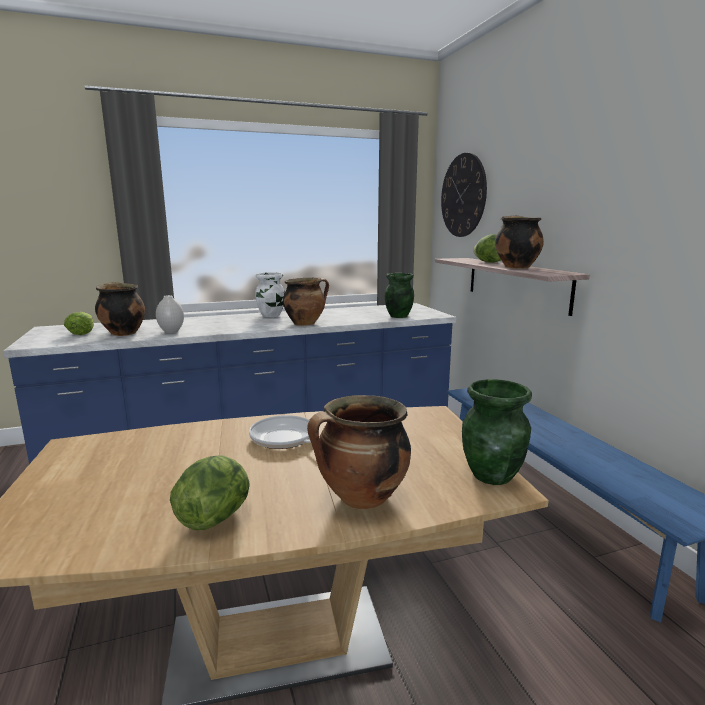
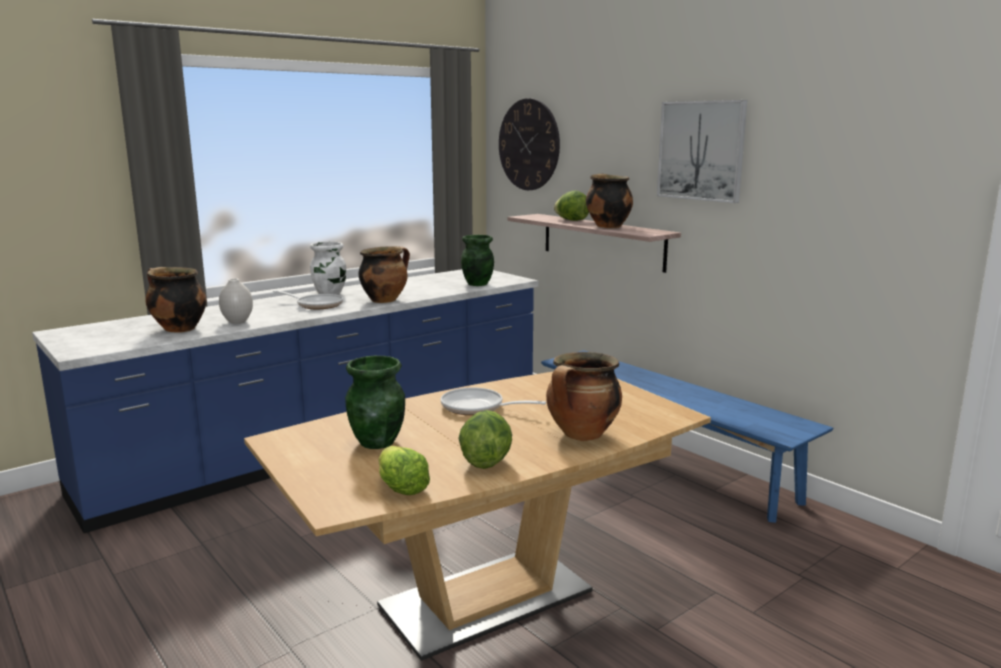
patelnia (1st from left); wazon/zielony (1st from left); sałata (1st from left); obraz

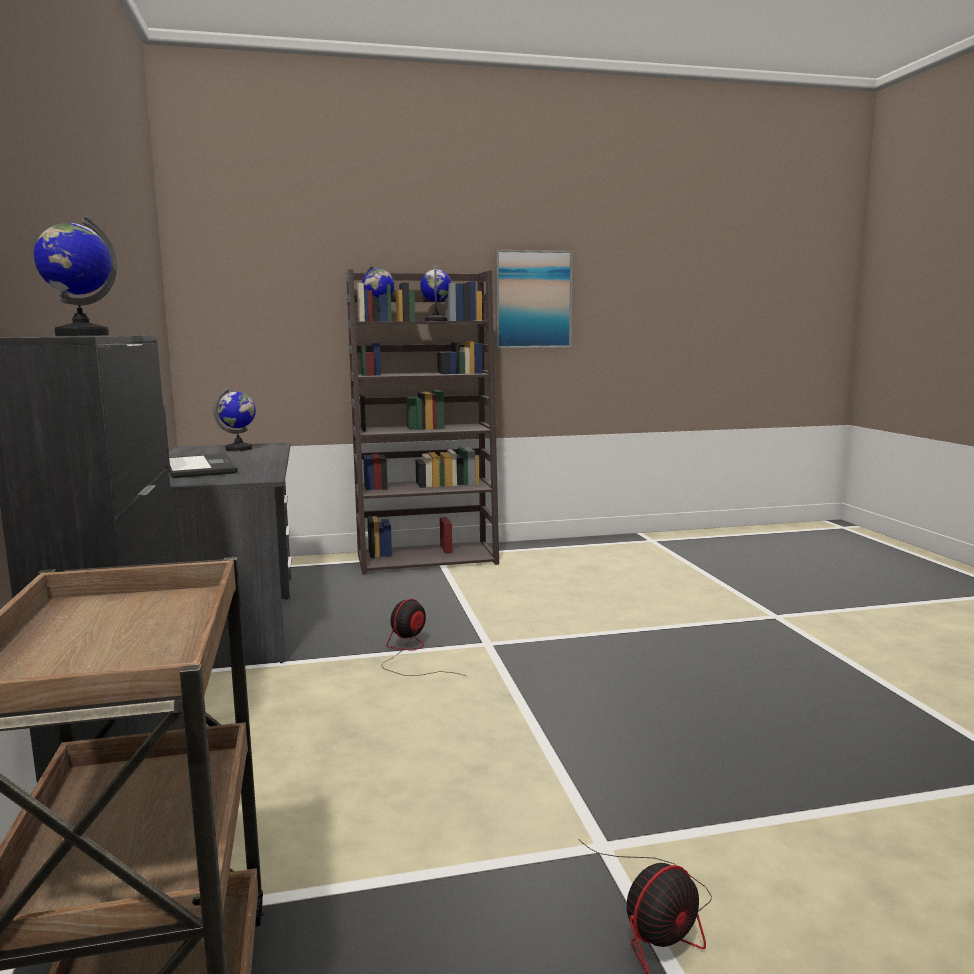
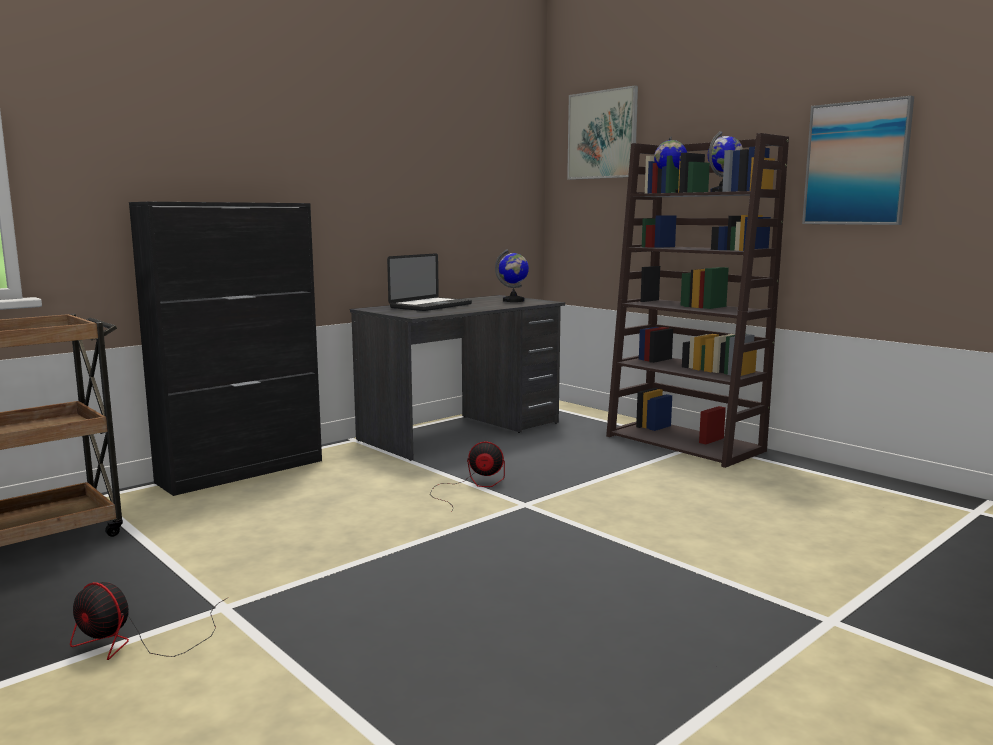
obraz (1st from left); globus (1st from left in the first image)

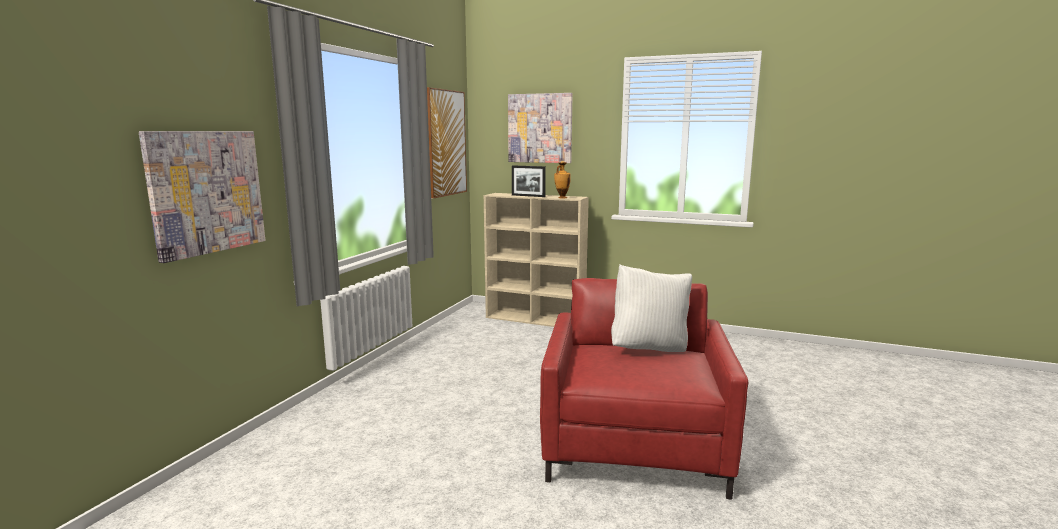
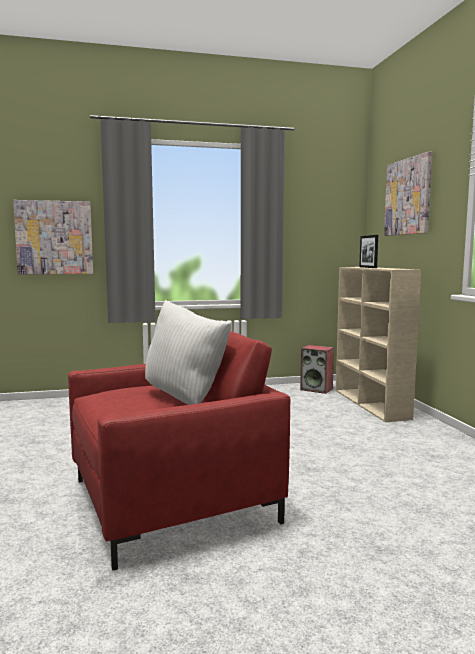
głośnik; obraz (2nd from left in the first image); wazon

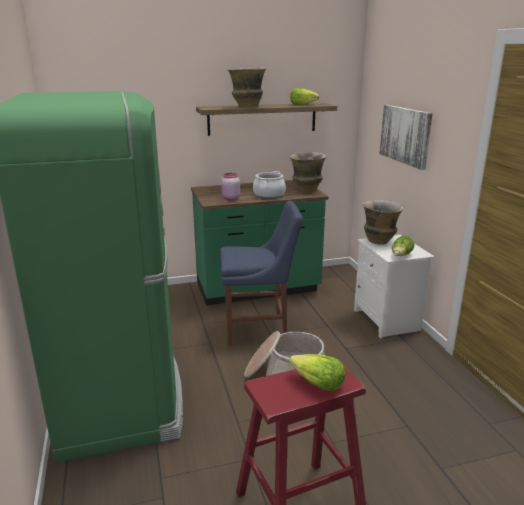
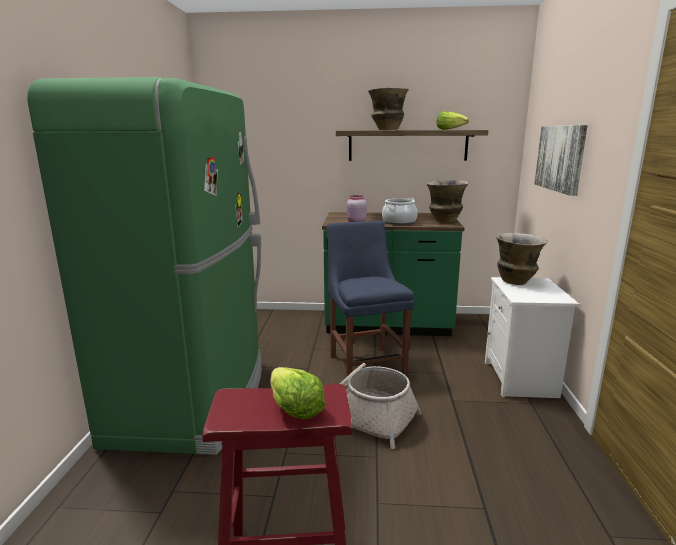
krzesło/niebieski; sałata (3rd from left in the first image)

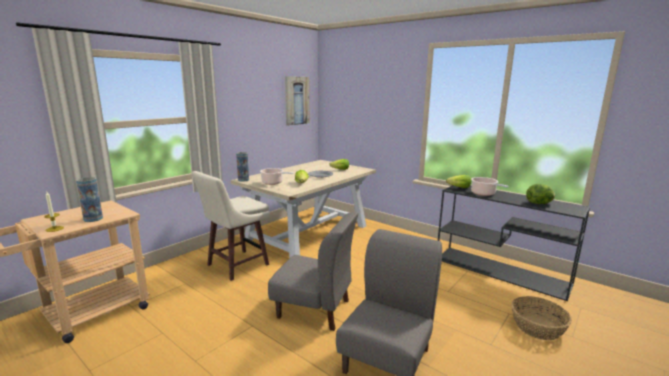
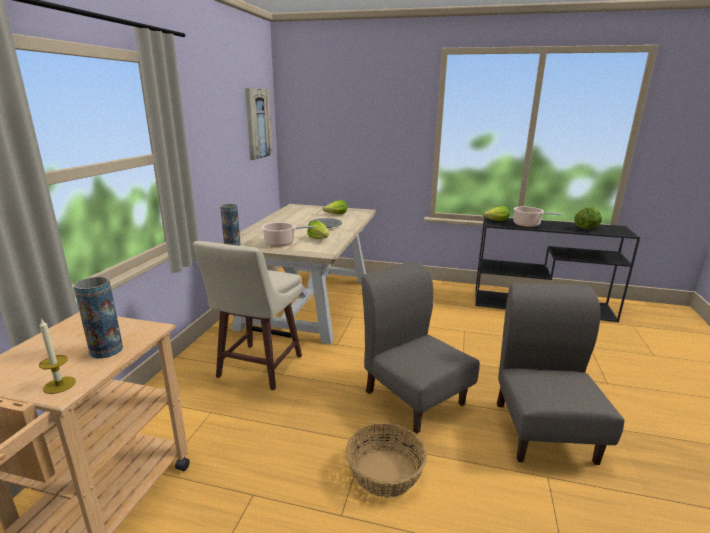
koszyk; krzesło/szary (1st from left)

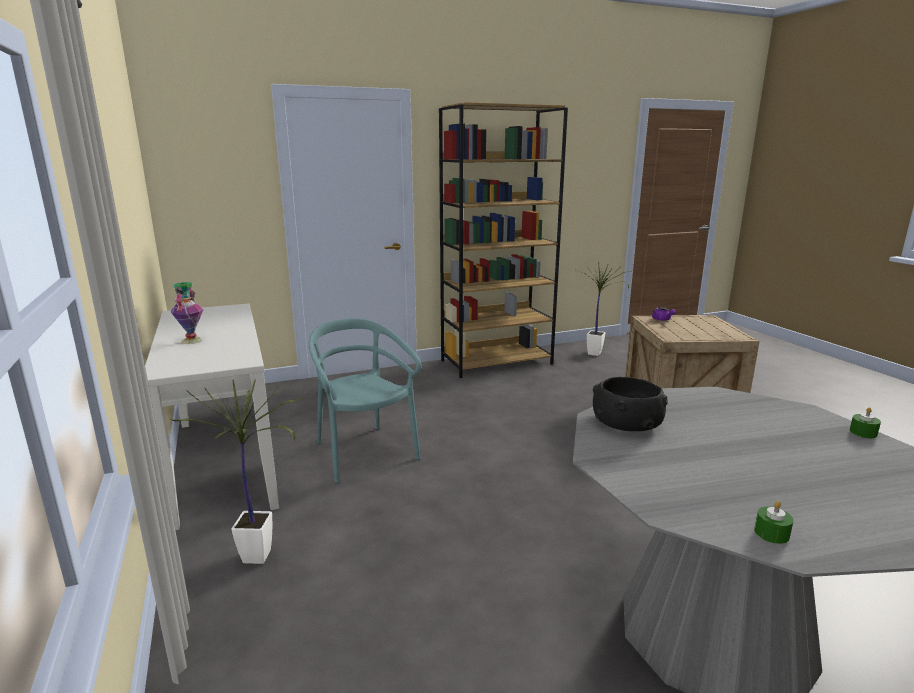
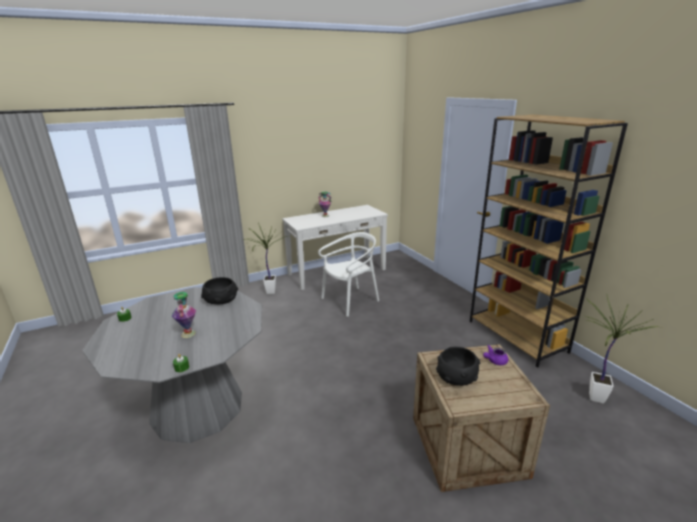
wazon (1st from left); krzesło/biały; miska/czarny (2nd from left)

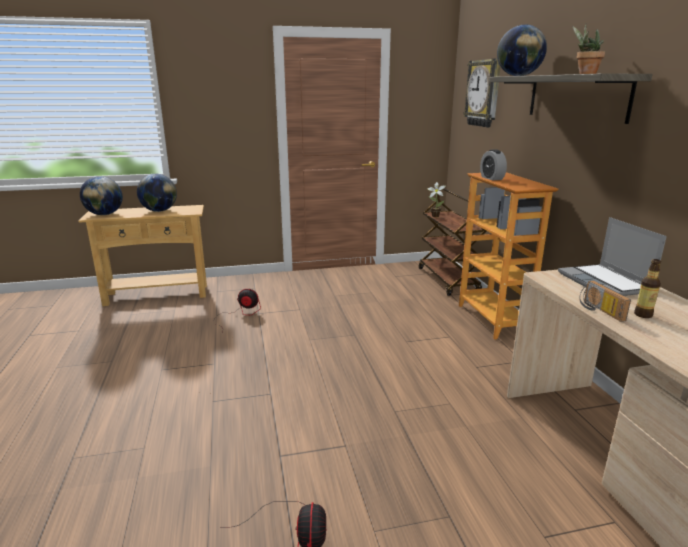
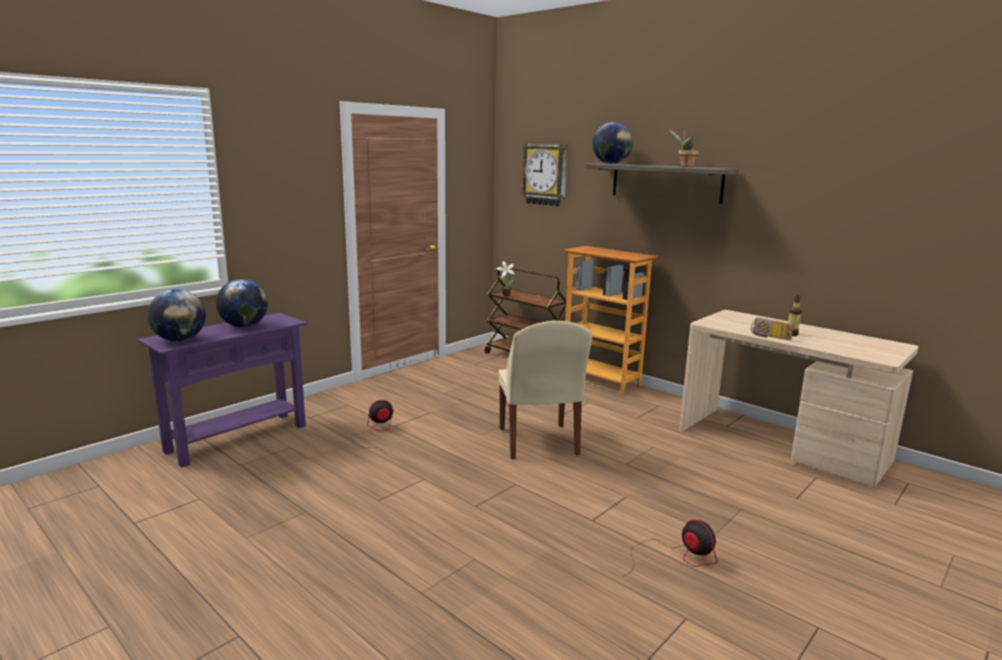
stolik konsolowy/fioletowy; krzesło/beżowy; budzik; laptop

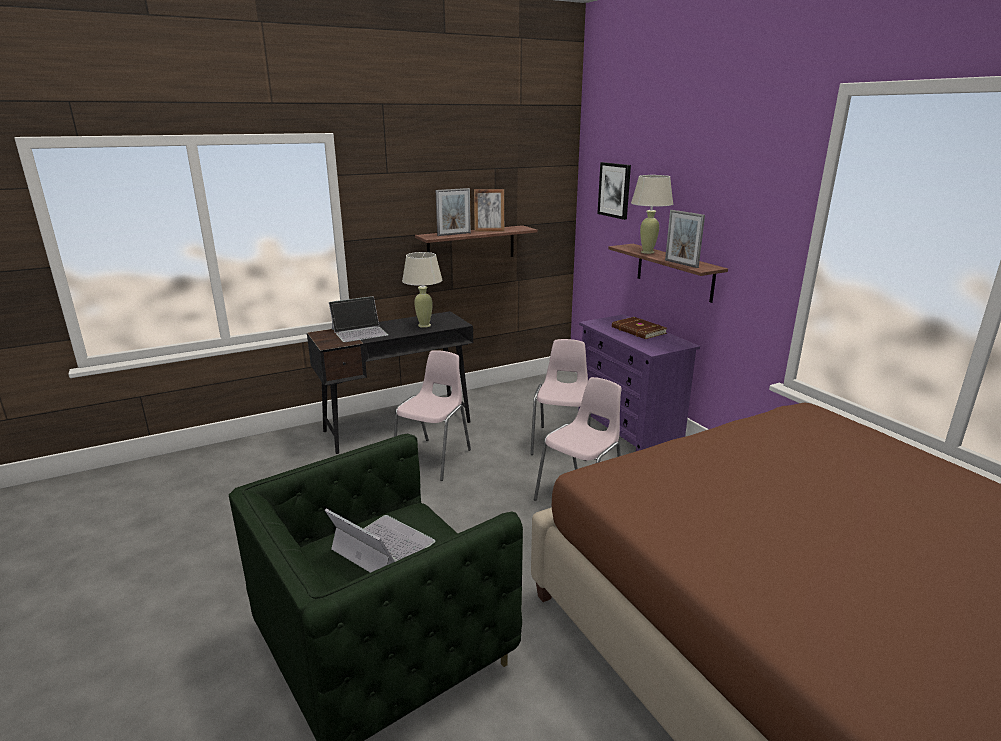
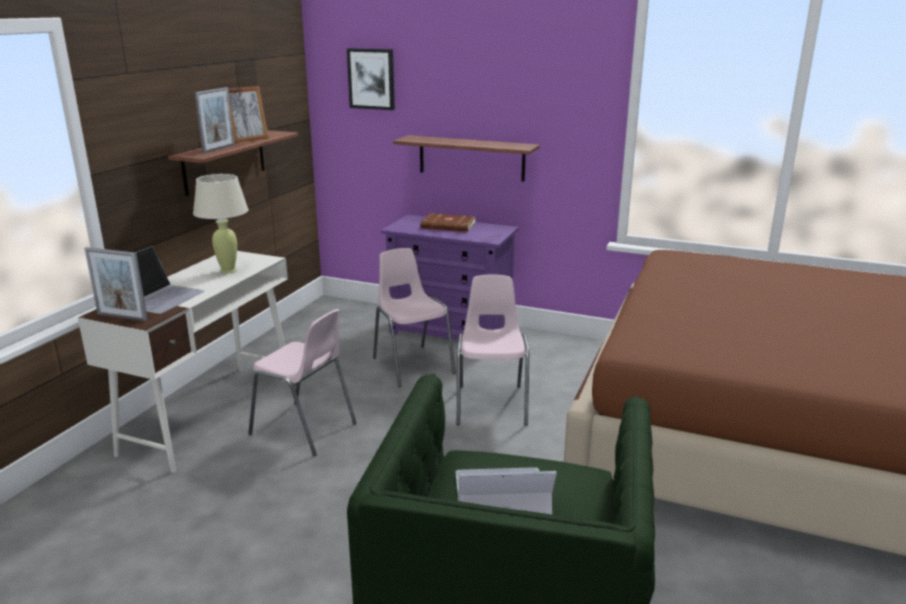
biurko/biały; ramka na zdjęcie (1st from left); krzesło/różowy (1st from left); lampa stołowa/beżowy (2nd from left in the first image)

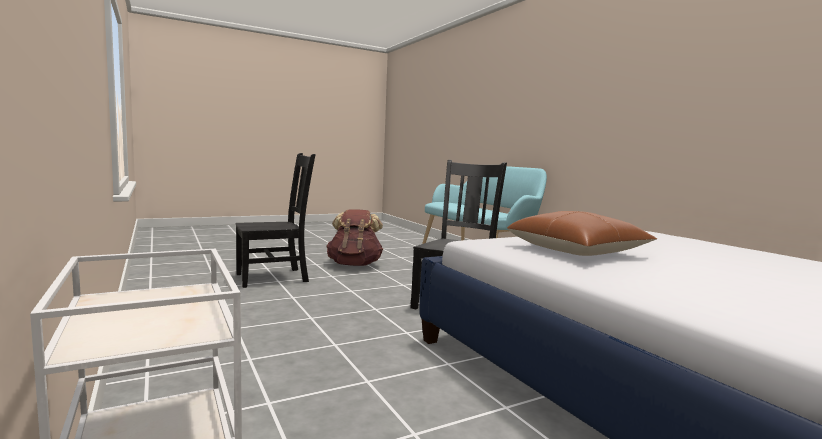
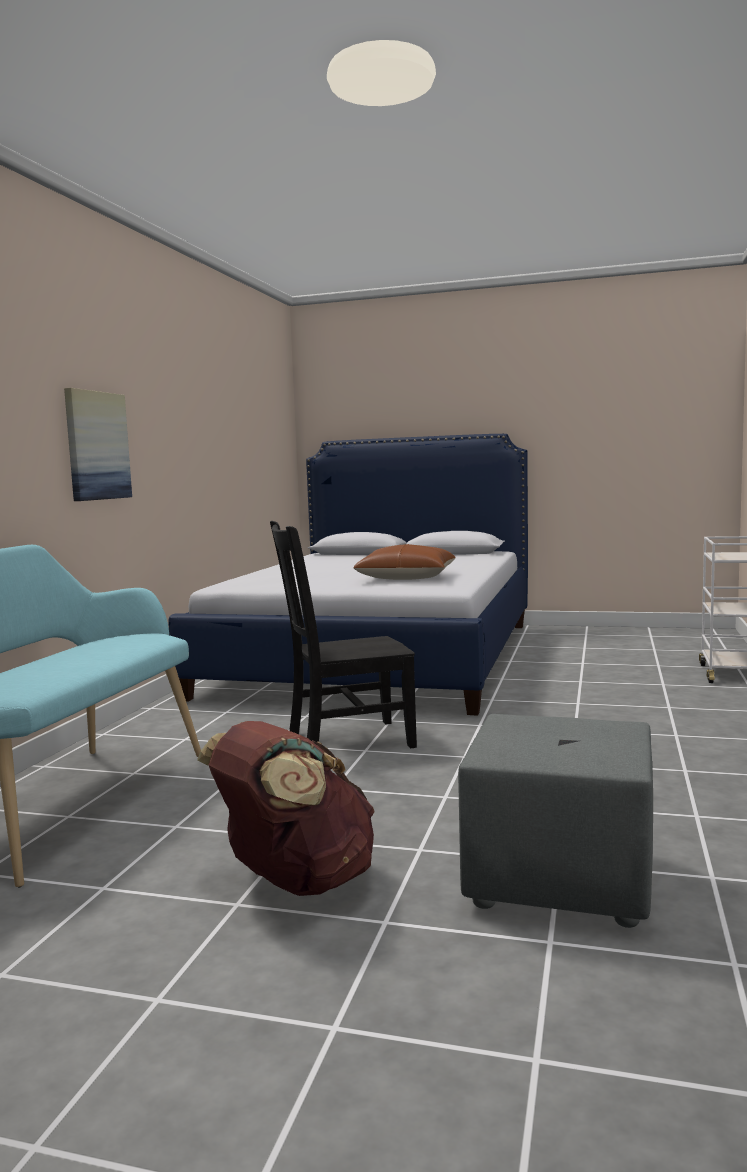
obraz; pufa/szary

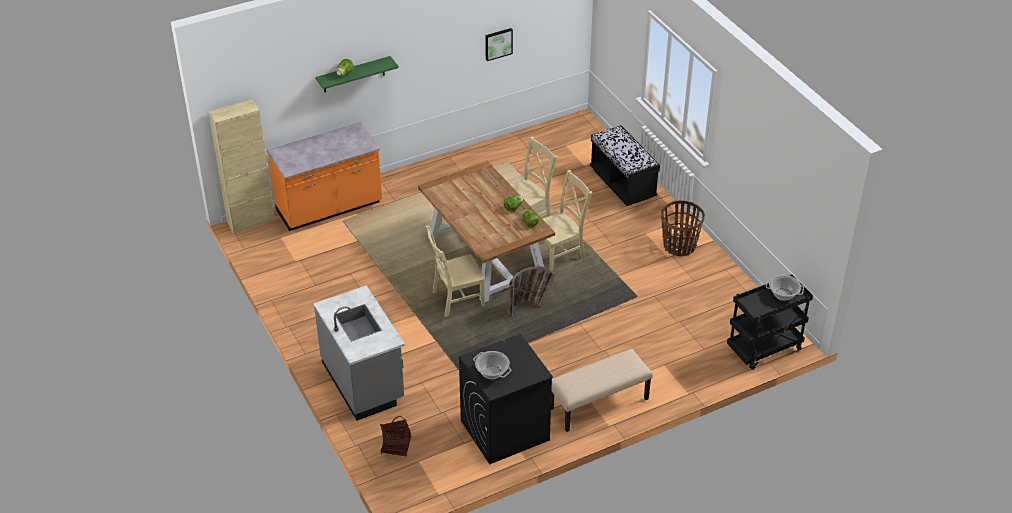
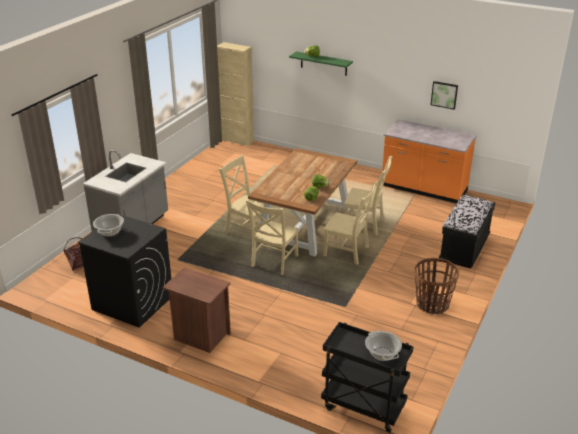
szafka nocna/brązowy; krzesło/beżowy (2nd from left); zabudowa kuchenna/pomarańczowy

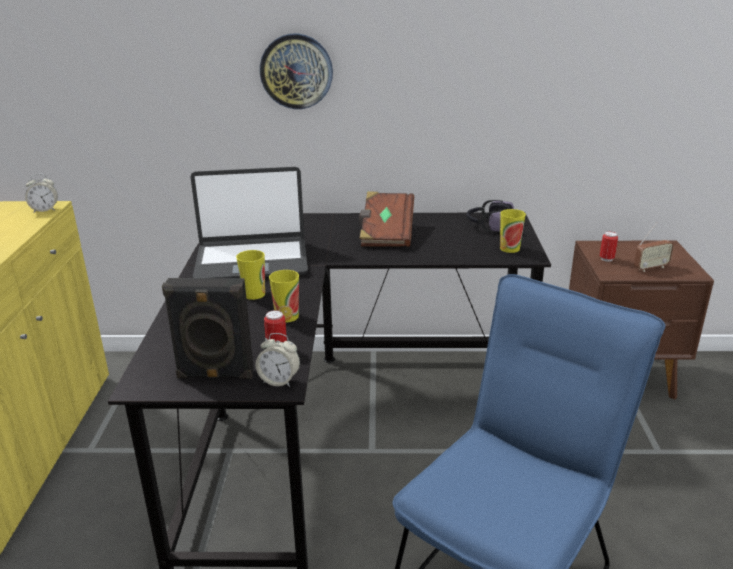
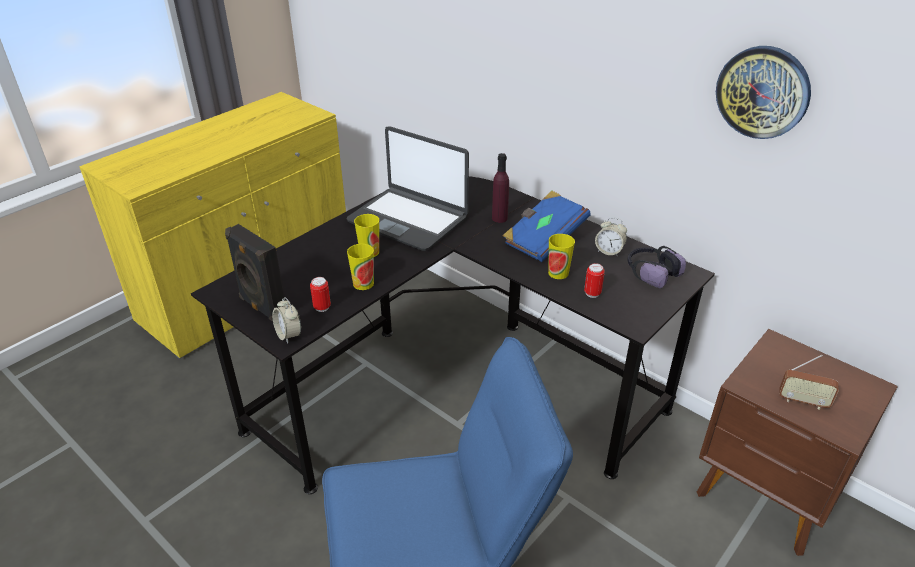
butelka/fioletowy; książka/niebieski; filiżanka (3rd from left); puszka (2nd from left); budzik (2nd from left); zegar ścienny

